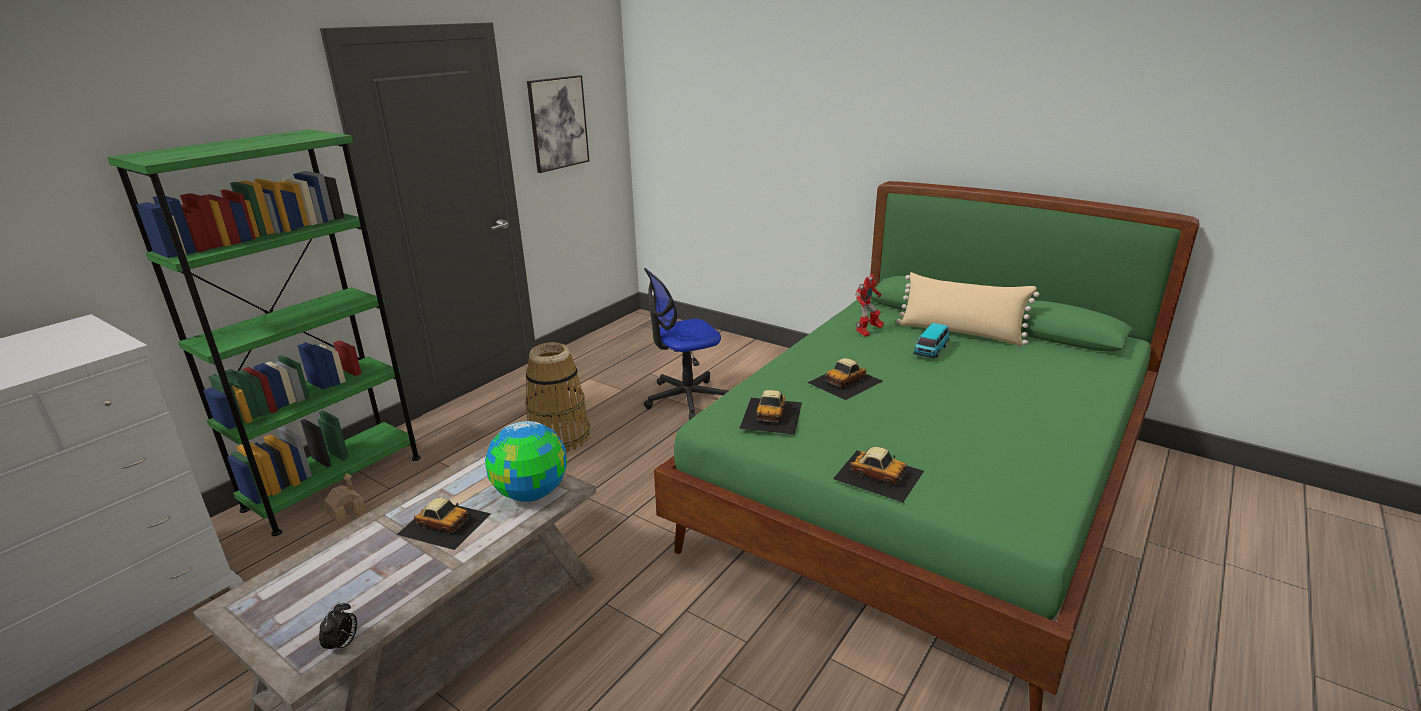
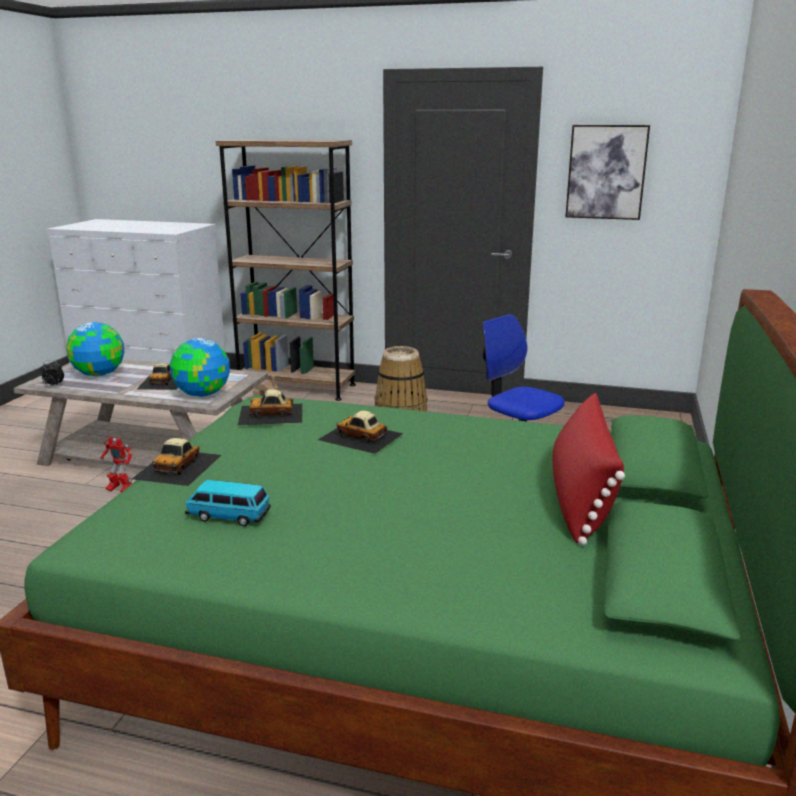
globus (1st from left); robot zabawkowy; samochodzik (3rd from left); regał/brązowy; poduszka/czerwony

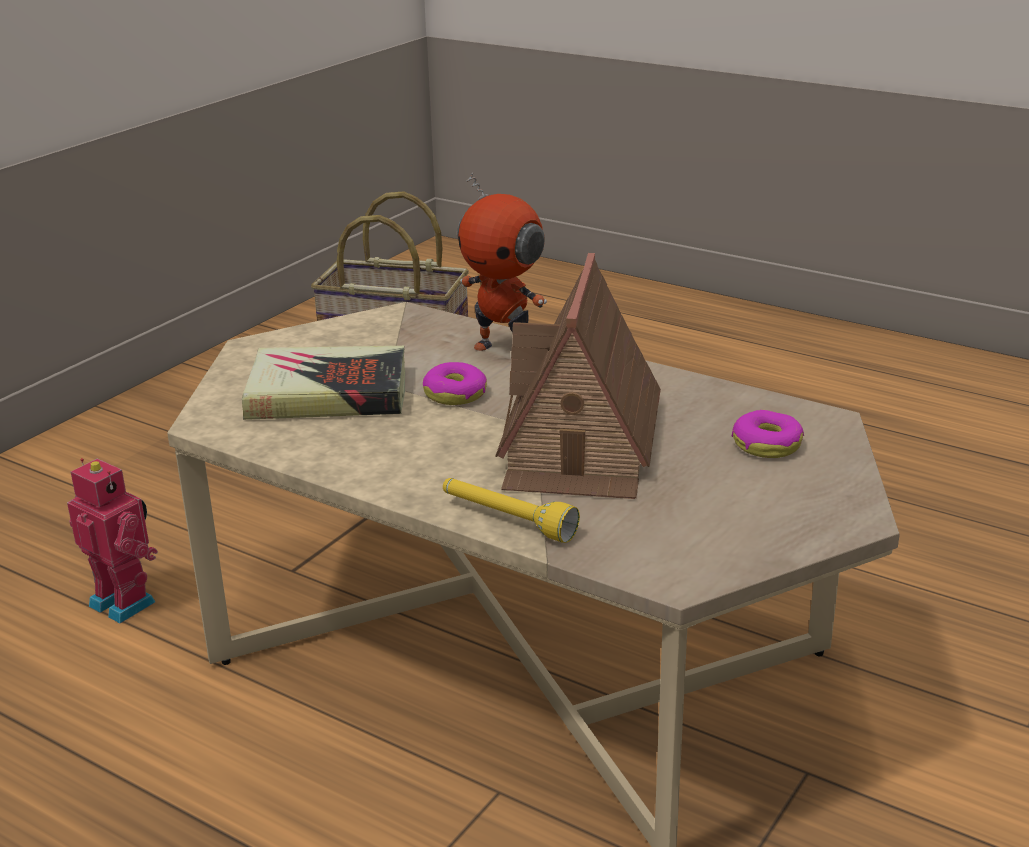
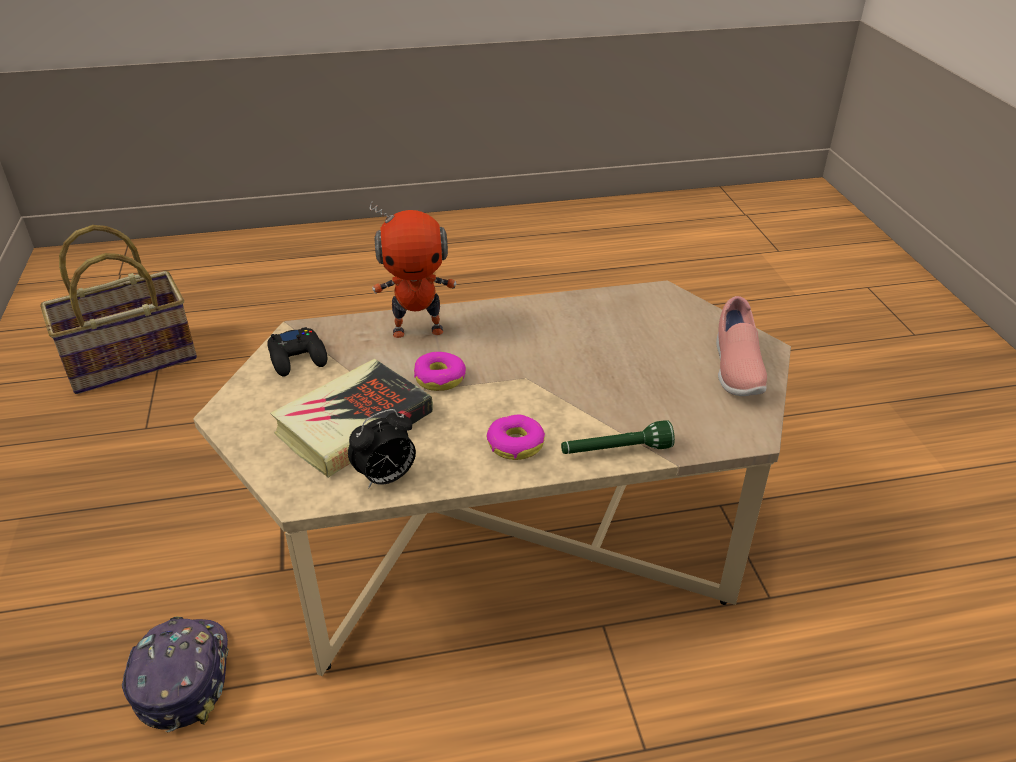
czapka z daszkiem; pad do gier/czarny; budzik; donut (2nd from left); latarka/zielony; but/różowy; domek

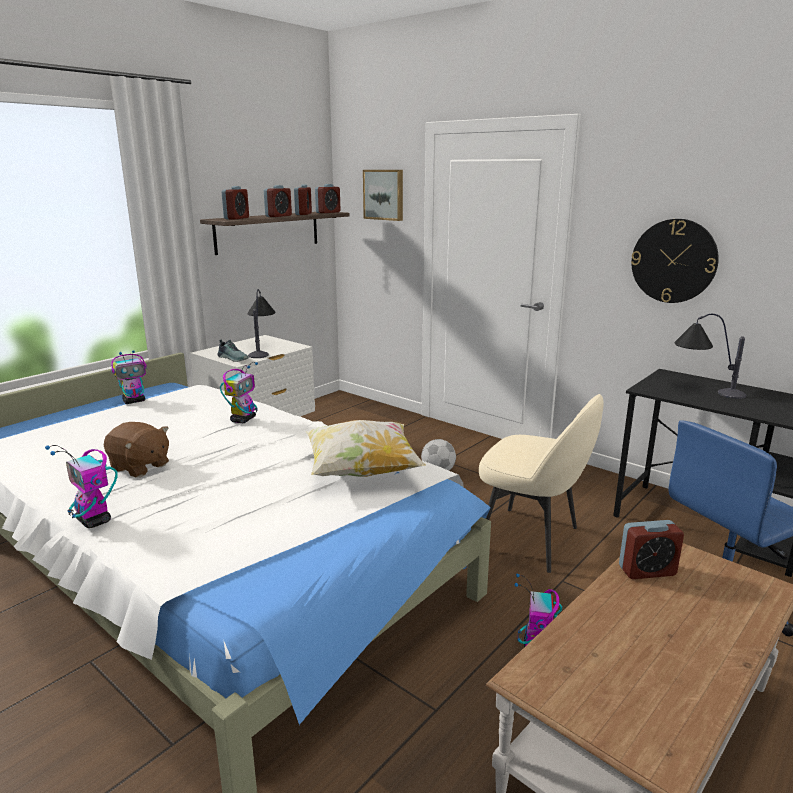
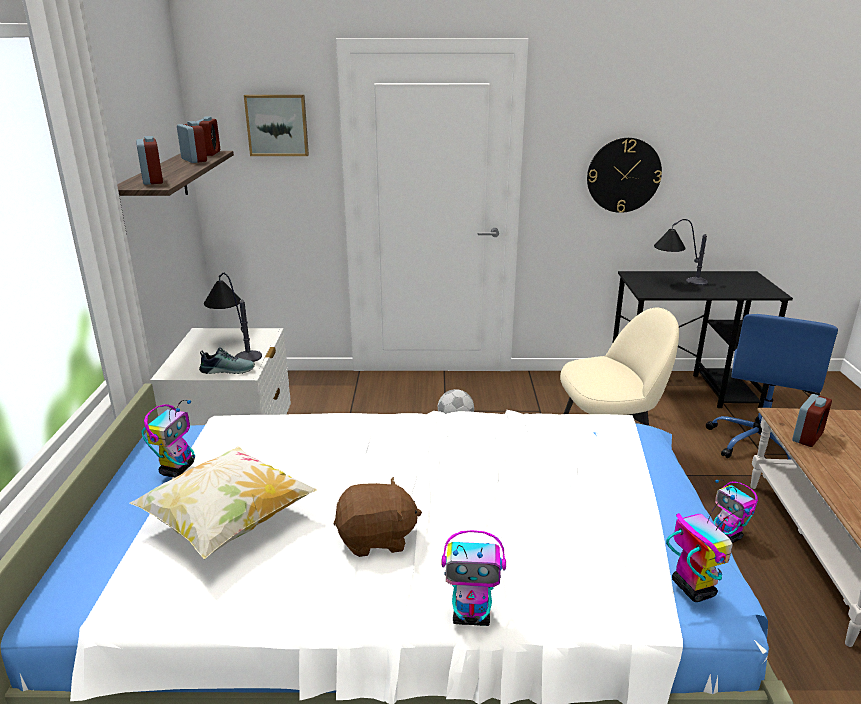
poduszka; robot zabawkowy (3rd from left); budzik (2nd from left in the first image)

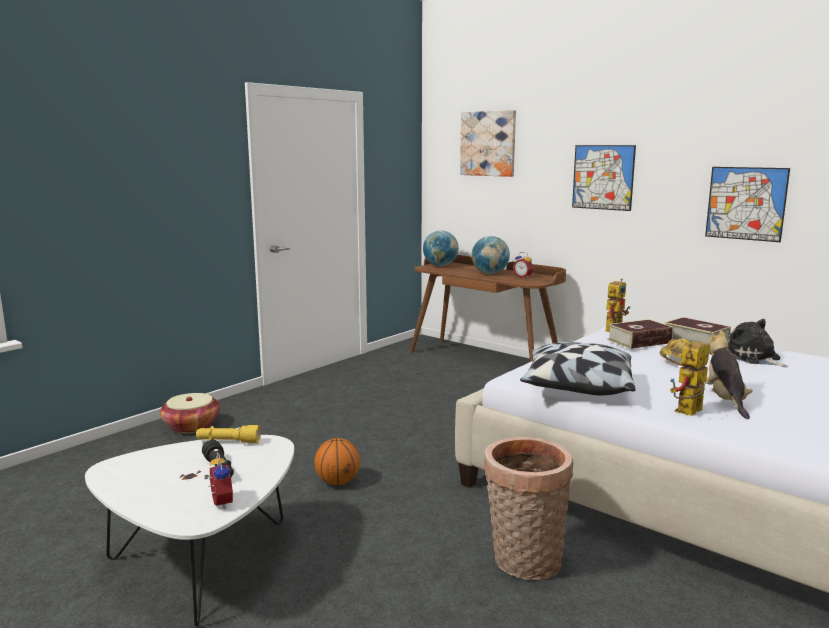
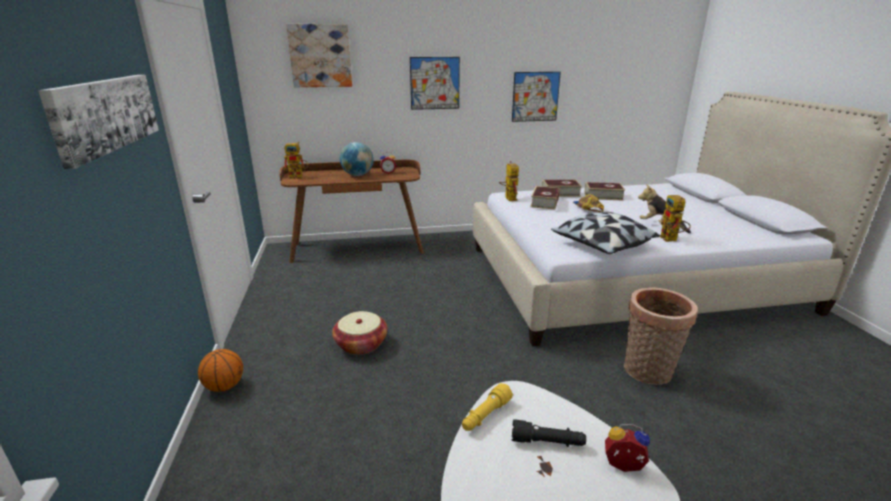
obraz (1st from left); piłka do koszykówki; robot zabawkowy (1st from left); koszyk (1st from left); książka (3rd from left)

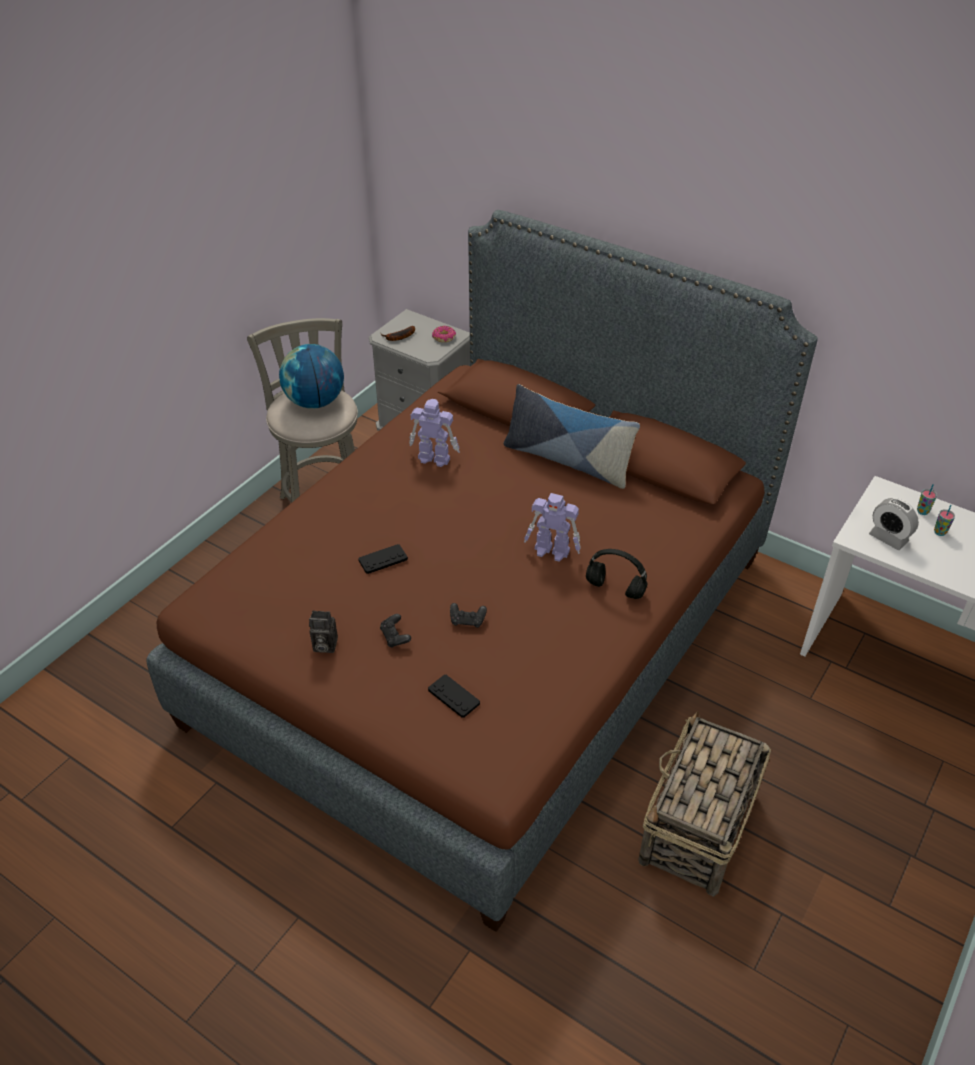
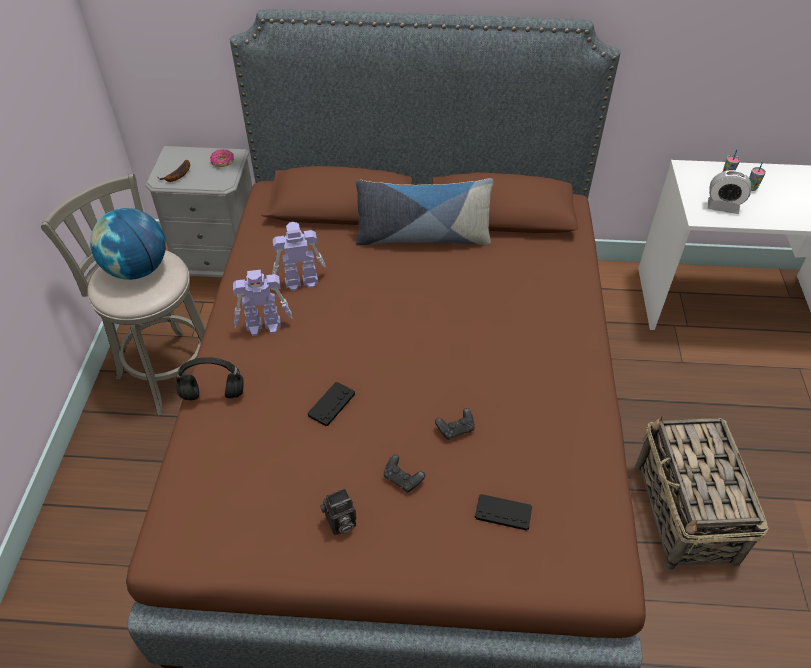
słuchawki/czarny; robot zabawkowy (1st from left)

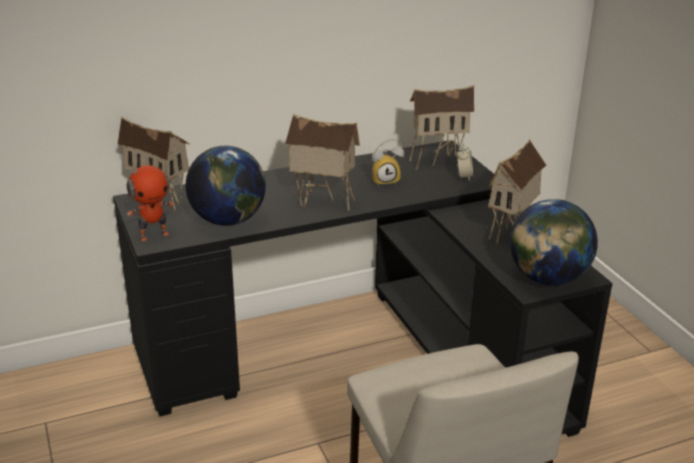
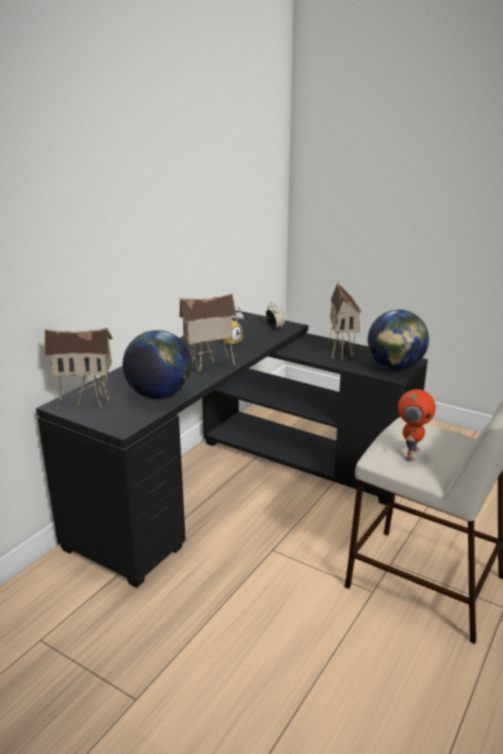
robot zabawkowy; domek (3rd from left in the first image)

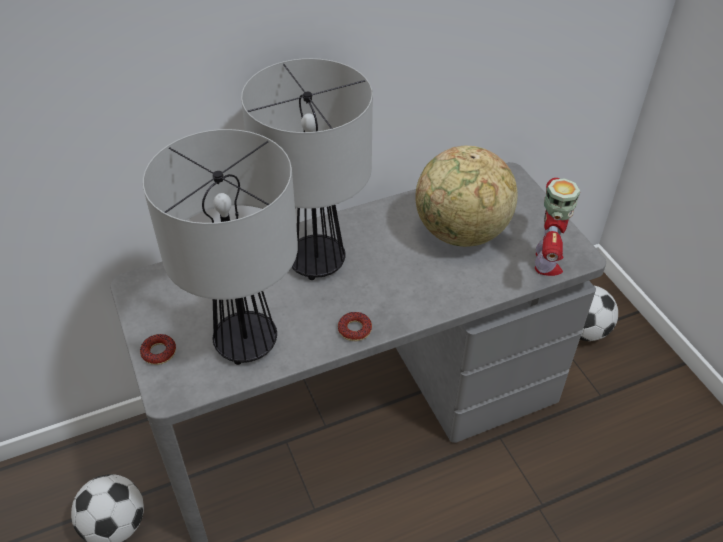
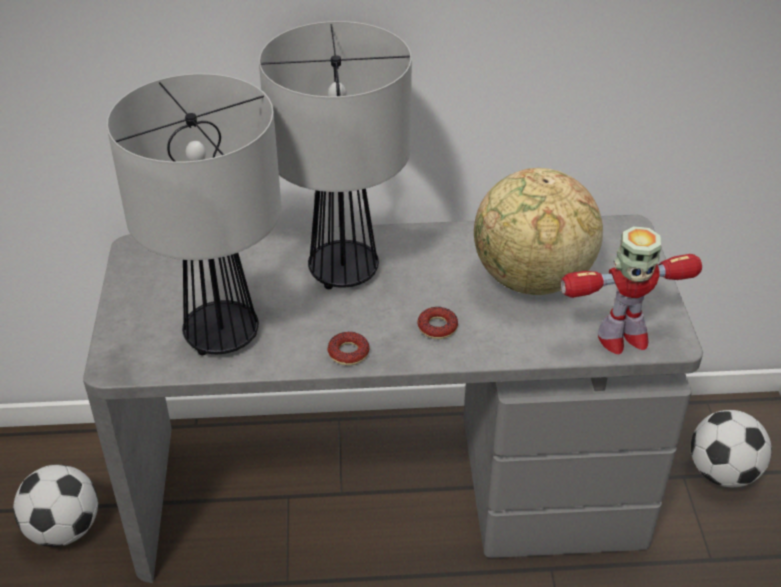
donut (2nd from left); robot zabawkowy

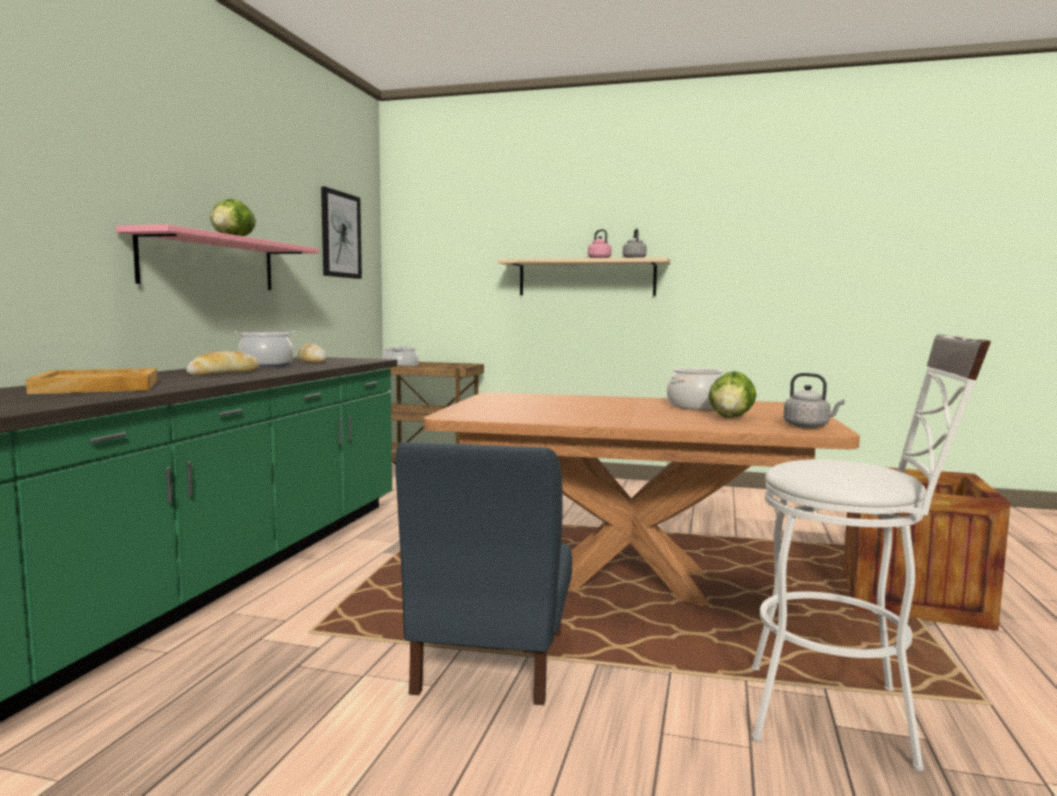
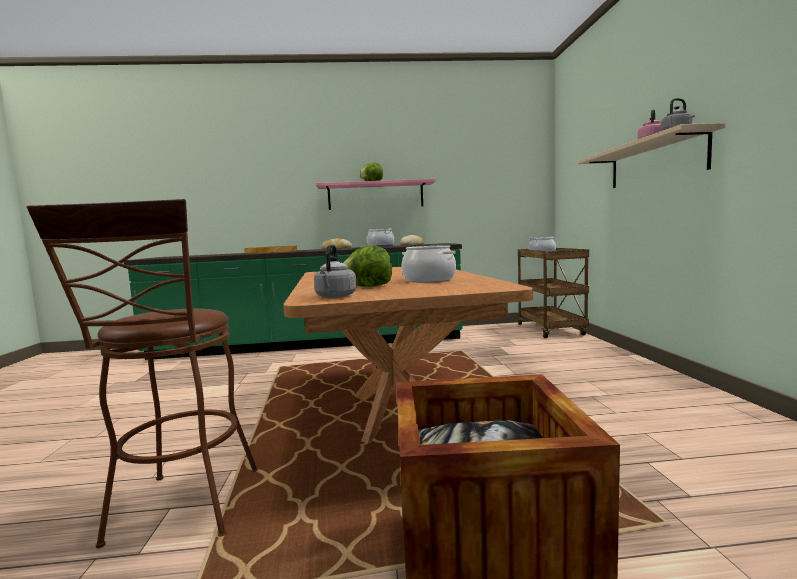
stołek/brązowy; obraz; krzesło/niebieski

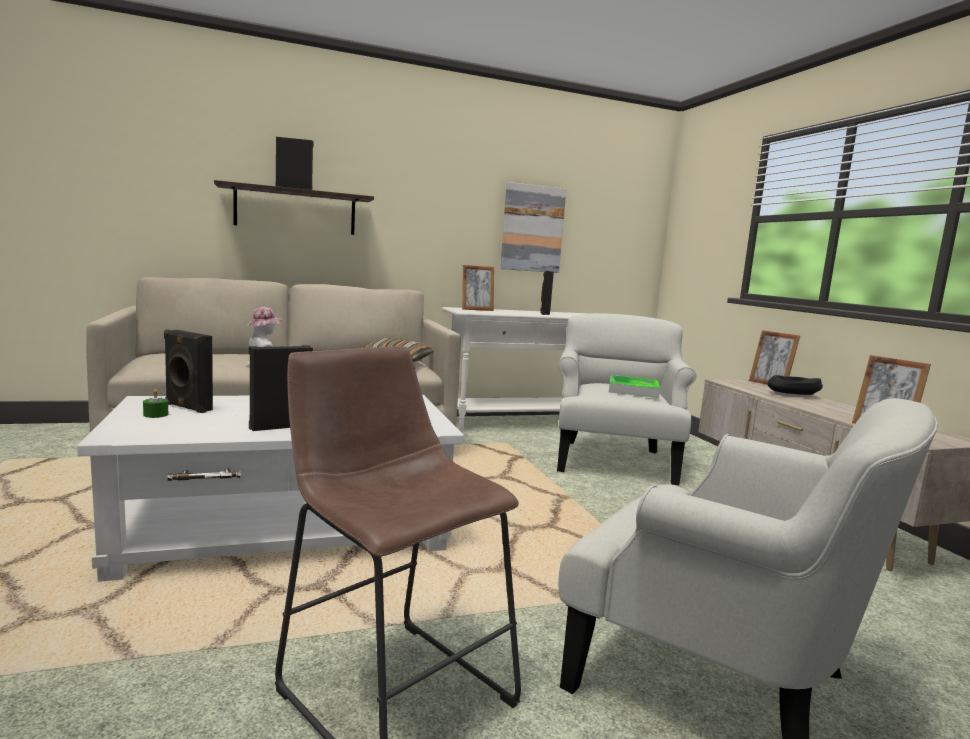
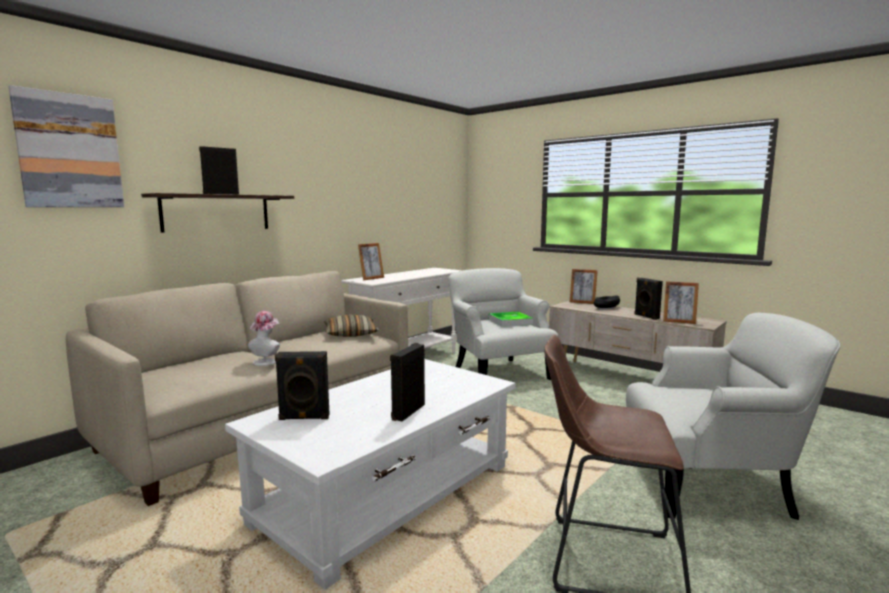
obraz; głośnik/czarny (4th from left); świeca/zielony

